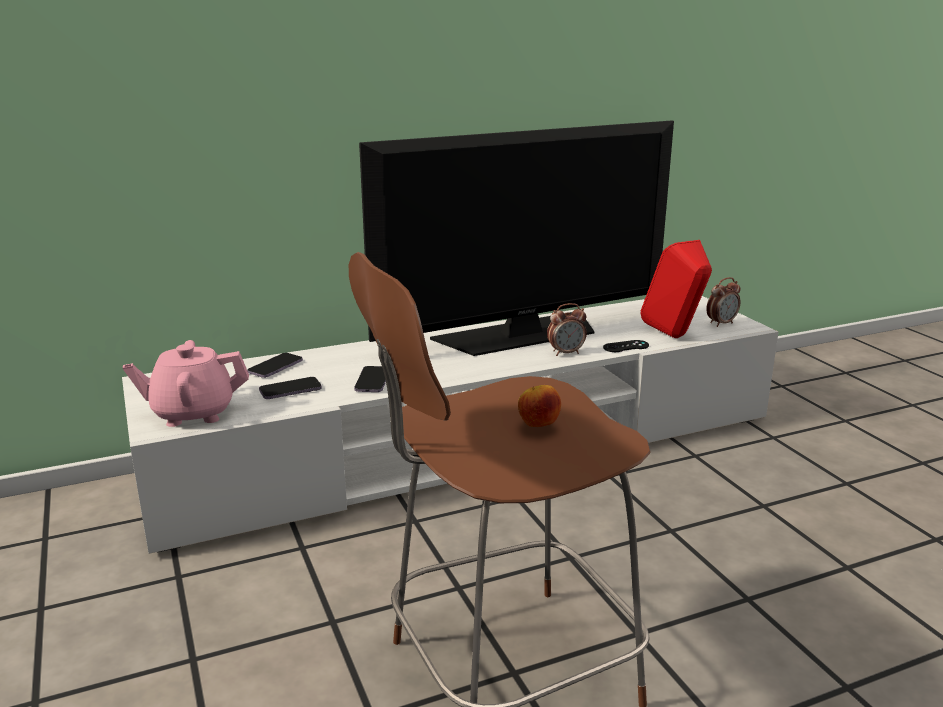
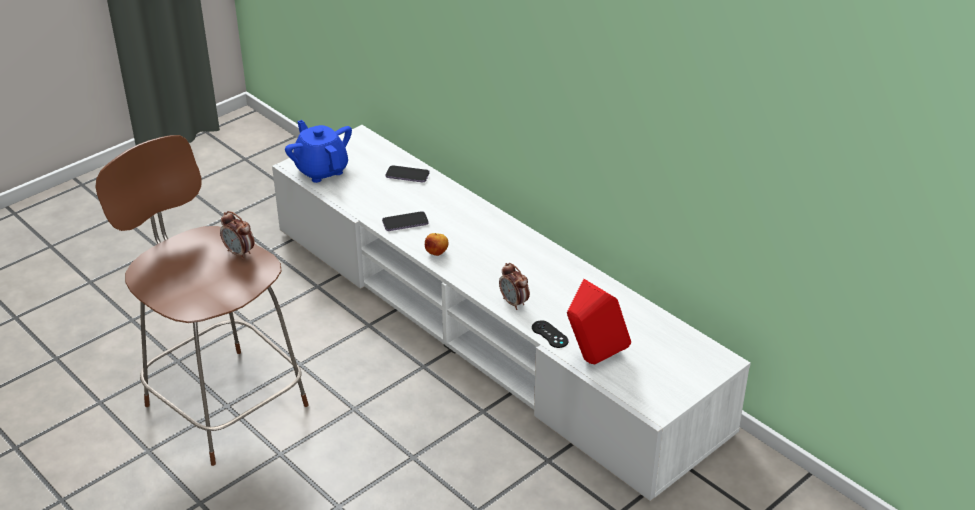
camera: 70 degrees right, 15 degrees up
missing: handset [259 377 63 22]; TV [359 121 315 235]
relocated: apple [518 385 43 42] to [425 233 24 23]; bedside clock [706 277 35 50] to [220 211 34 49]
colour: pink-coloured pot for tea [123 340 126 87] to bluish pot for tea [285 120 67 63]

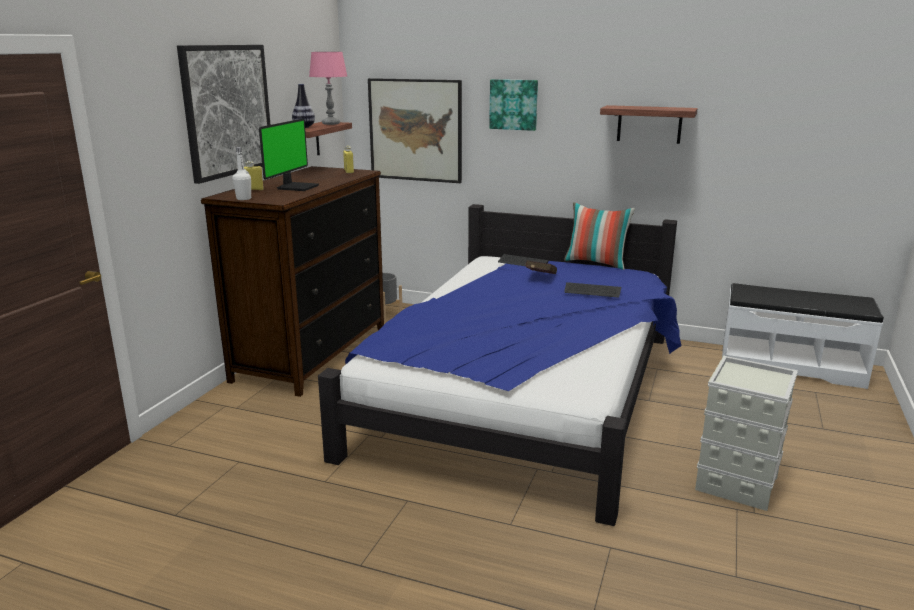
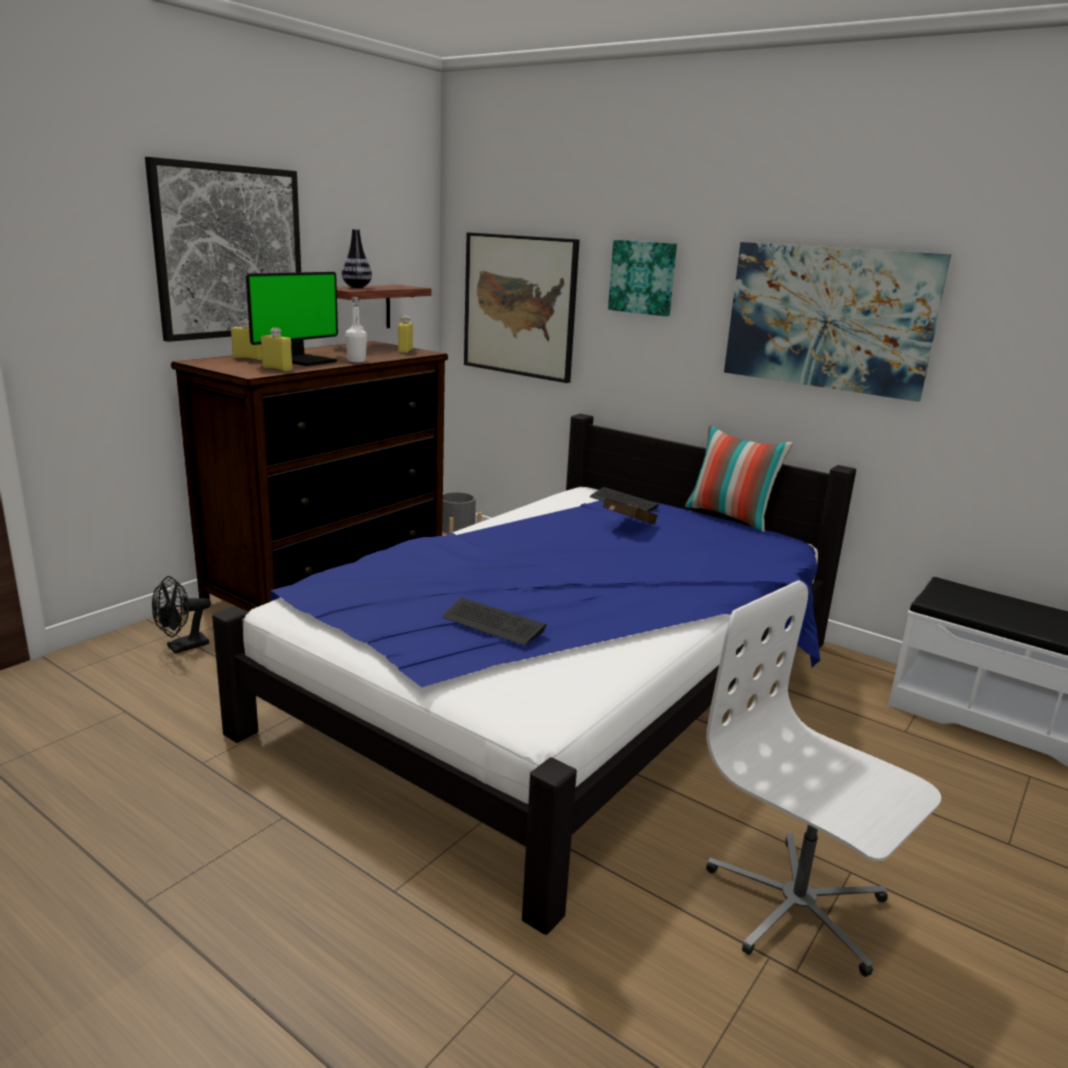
camera: 15 degrees right, 0 degrees up
missing: pink-coloured lamp for a table [309 52 38 73]
appeared: blackish cooling fan [152 576 59 78]; yellow-coloured drink bottle [261 328 32 43]
relocated: white drink bottle [233 147 18 53] to [345 297 22 65]; keyboard [565 282 56 15] to [442 598 105 47]
exchanged: bracket shelf [600 105 98 39] to wall art [724 242 227 160]; greyish storage container [695 356 103 155] to white desk chair [706 580 235 397]

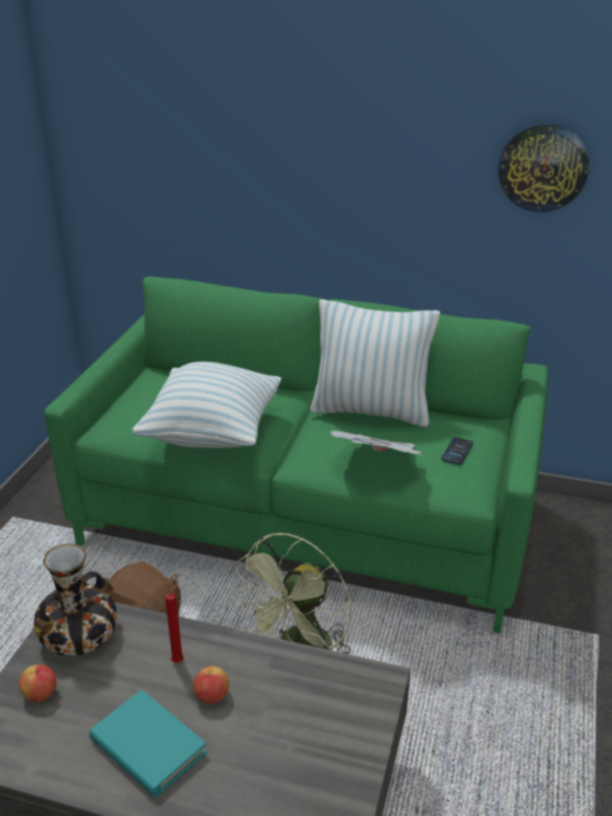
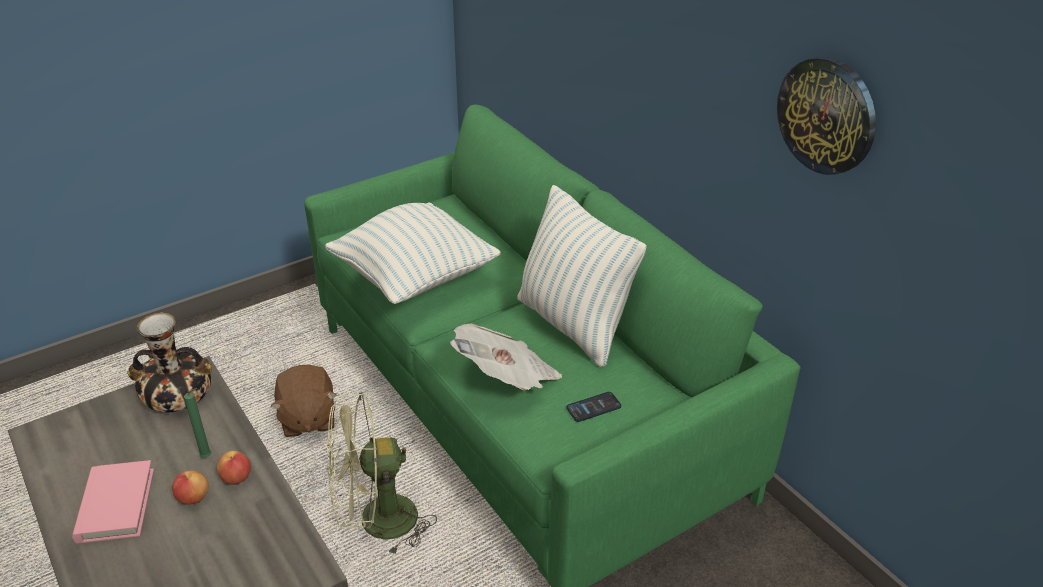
camera: 40 degrees right, 5 degrees up
relocated: apple [19 664 38 38] to [217 451 34 34]
colour: blue-green book [89 690 118 108] to pink-coloured book [72 460 82 83]; reddish wax candle [165 583 19 80] to green-coloured wax candle [184 388 27 70]

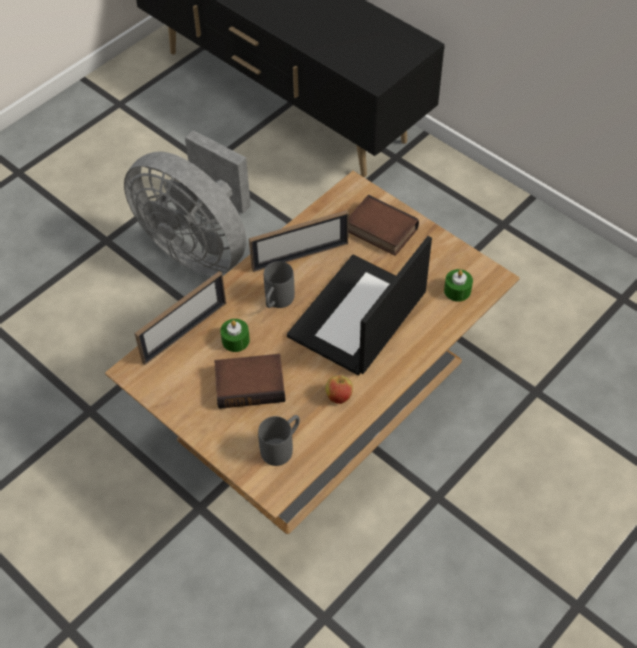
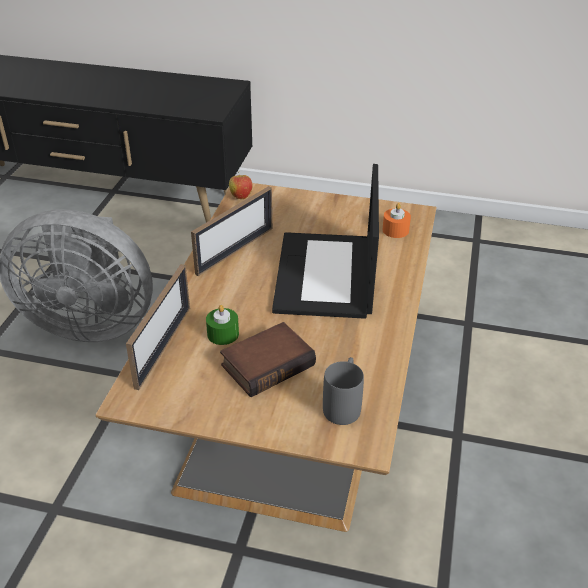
camera: 30 degrees left, 15 degrees down
missing: greyish mug [264 261 31 47]; book [348 195 71 61]
relocated: apple [326 372 27 32] to [229 171 24 28]
colour: green-coloured wax candle [444 269 29 33] to orange wax candle [382 203 29 35]

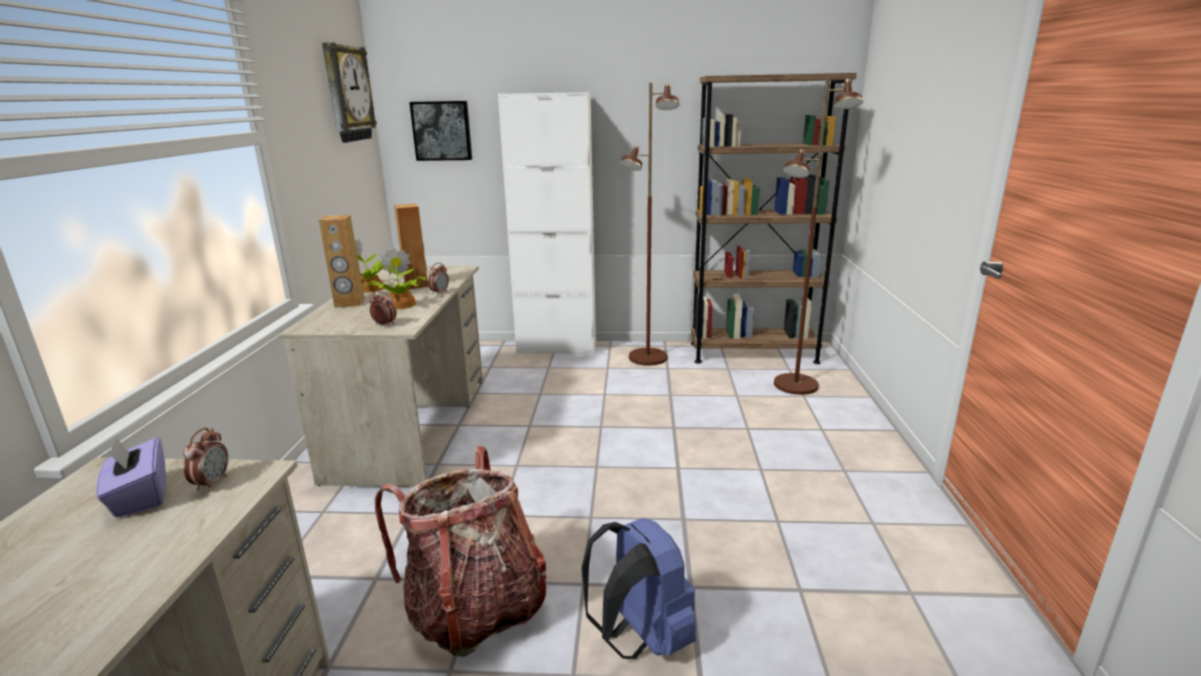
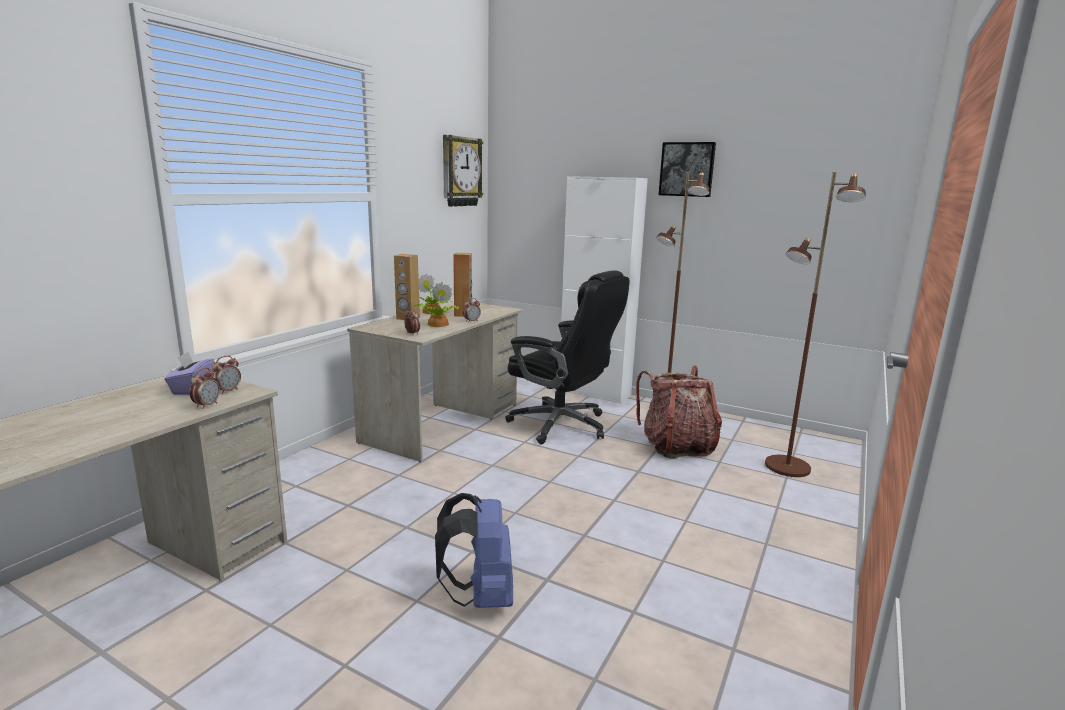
camera: 25 degrees right, 5 degrees down
missing: brown-coloured shelving unit [691 73 166 291]
appeared: bedside clock [190 368 30 41]; blackish desk chair [506 270 124 174]
relocated: knapsack [375 446 172 211] to [636 365 86 94]; wall art [409 101 63 60] to [659 142 57 55]

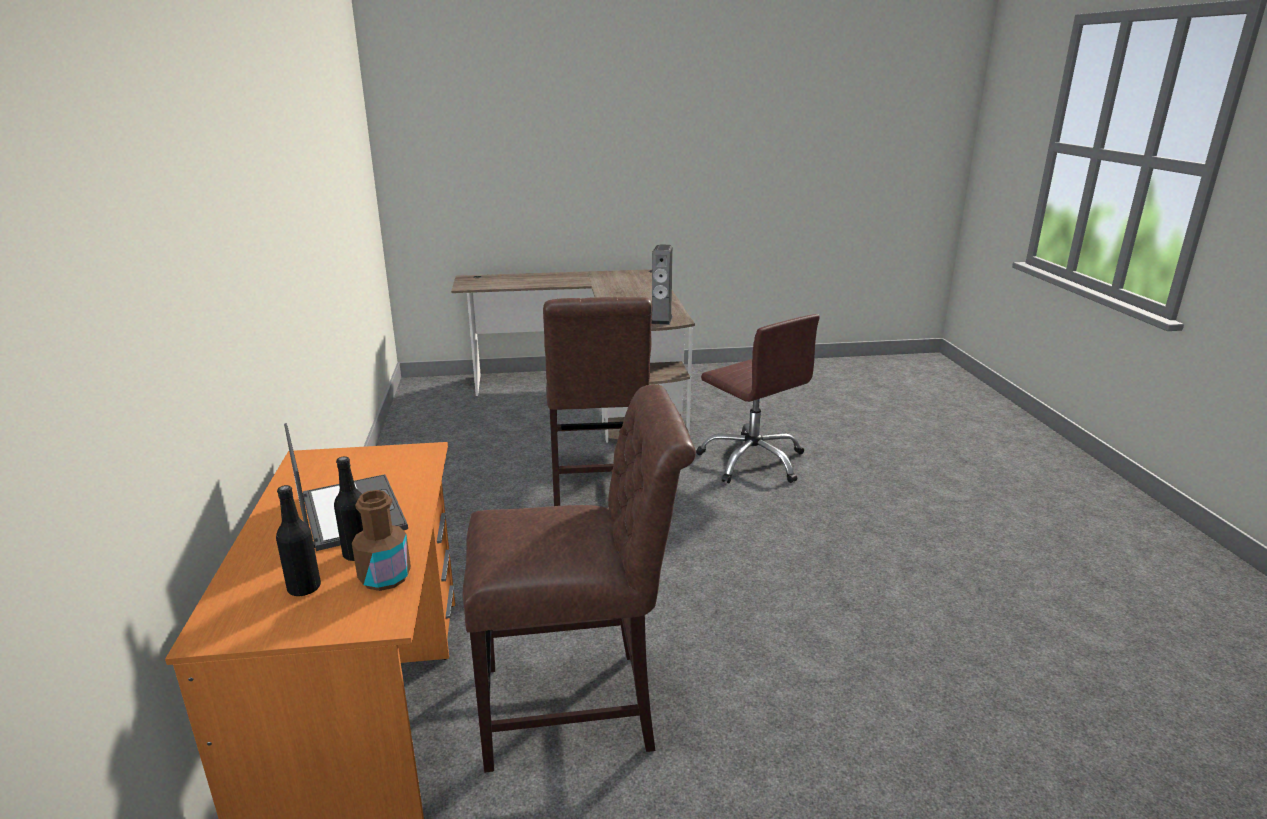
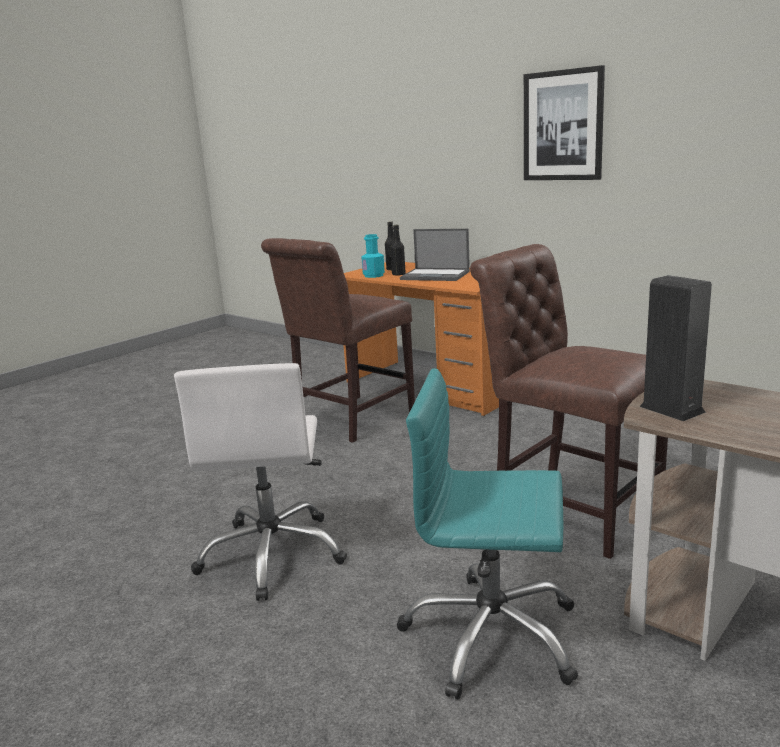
camera: 140 degrees right, 5 degrees down
appeared: white desk chair [174 363 173 238]; wall art [524 65 81 115]
colour: brown-coloured drink bottle [352 490 59 101] to blue-green drink bottle [361 234 24 44]; brown-coloured desk chair [696 314 124 169] to blue-green desk chair [397 368 181 332]

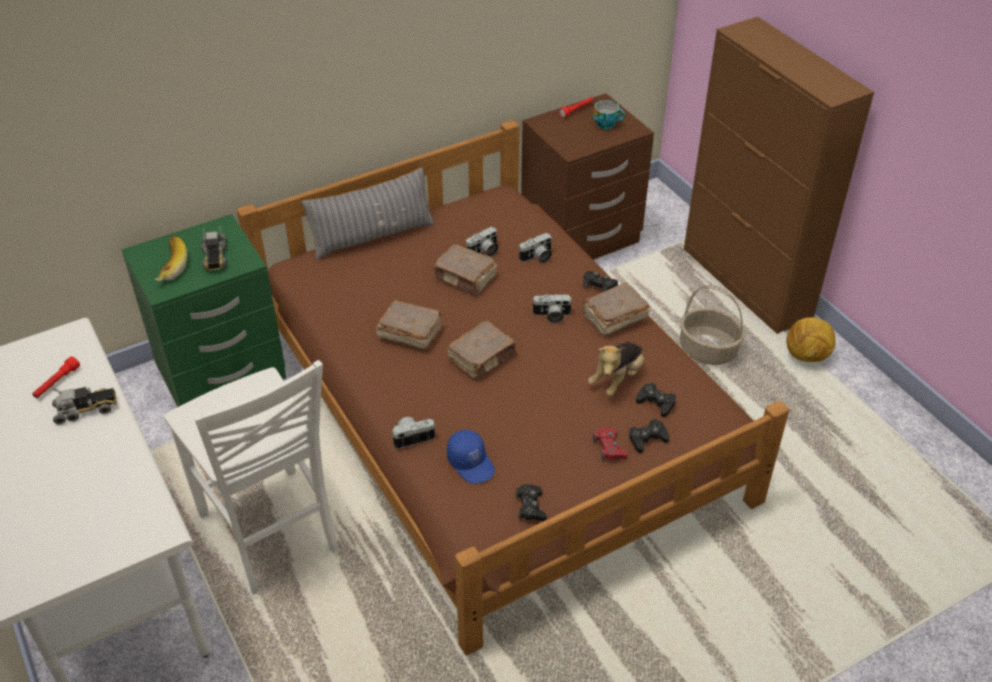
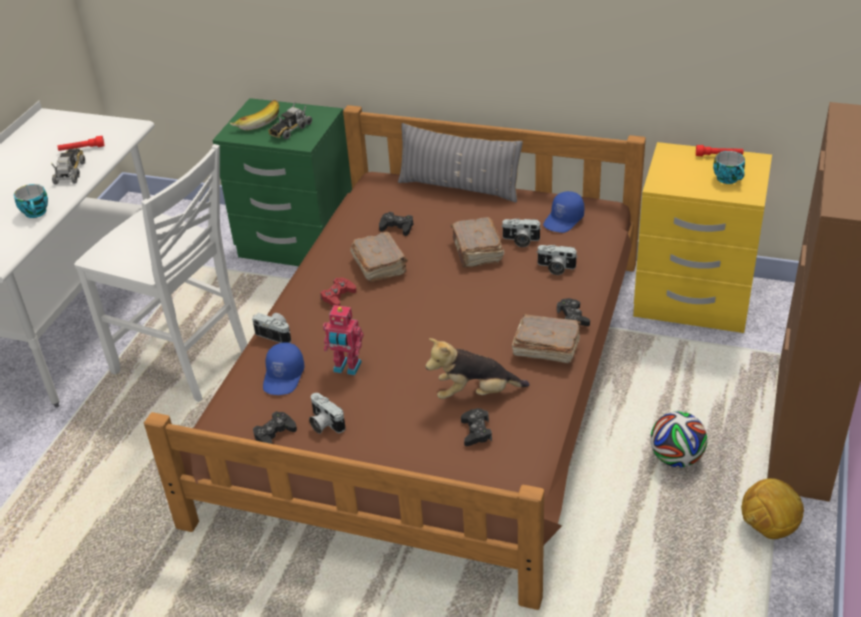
camera: 50 degrees right, 5 degrees down
missing: brown-coloured book [447 321 69 58]
appeared: cup [14 184 34 34]; robot figure [323 305 40 70]; bluish cap [543 191 41 42]
relocated: still camera [532 294 40 30] to [309 393 37 41]; reddish gamepad [593 427 35 34] to [320 278 37 28]; blackish gamepad [629 419 40 34] to [379 212 34 24]
exchanged: storage basket [680 285 64 80] to football ball [650 411 57 57]
colour: brown-coloured night table [521 93 133 167] to yellow-coloured night table [633 142 139 191]
spun: toy lorry [52 387 65 38] = [51 148 34 36] 120 degrees counterclockwise; white upright chair [164 360 175 234] = [74 144 174 258] 75 degrees counterclockwise

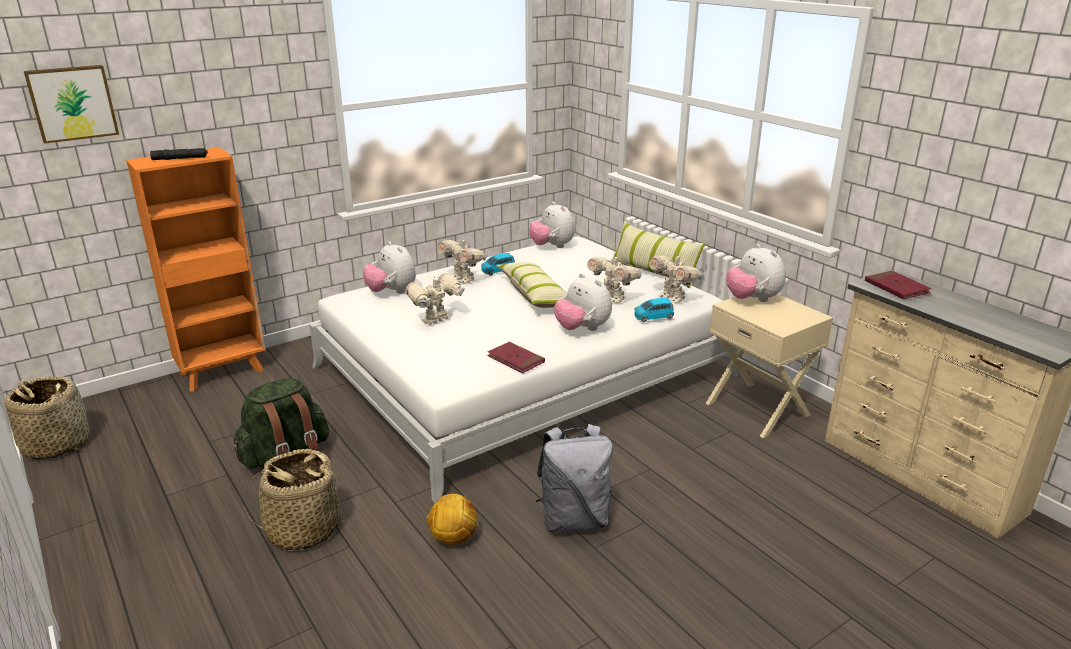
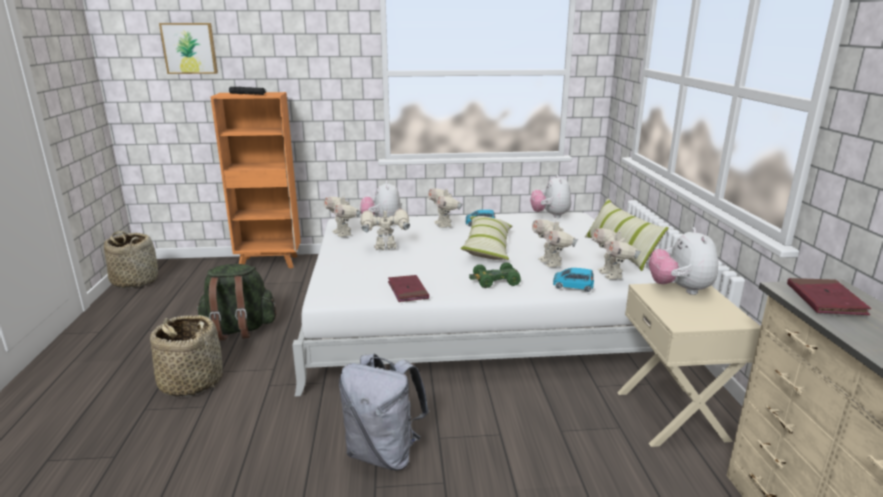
camera: 30 degrees right, 5 degrees down
missing: football ball [426 494 51 51]
appeared: robot figure [324 194 37 43]
exchanged: soft toy [554 273 58 58] to green-coloured toy car [469 262 52 26]

